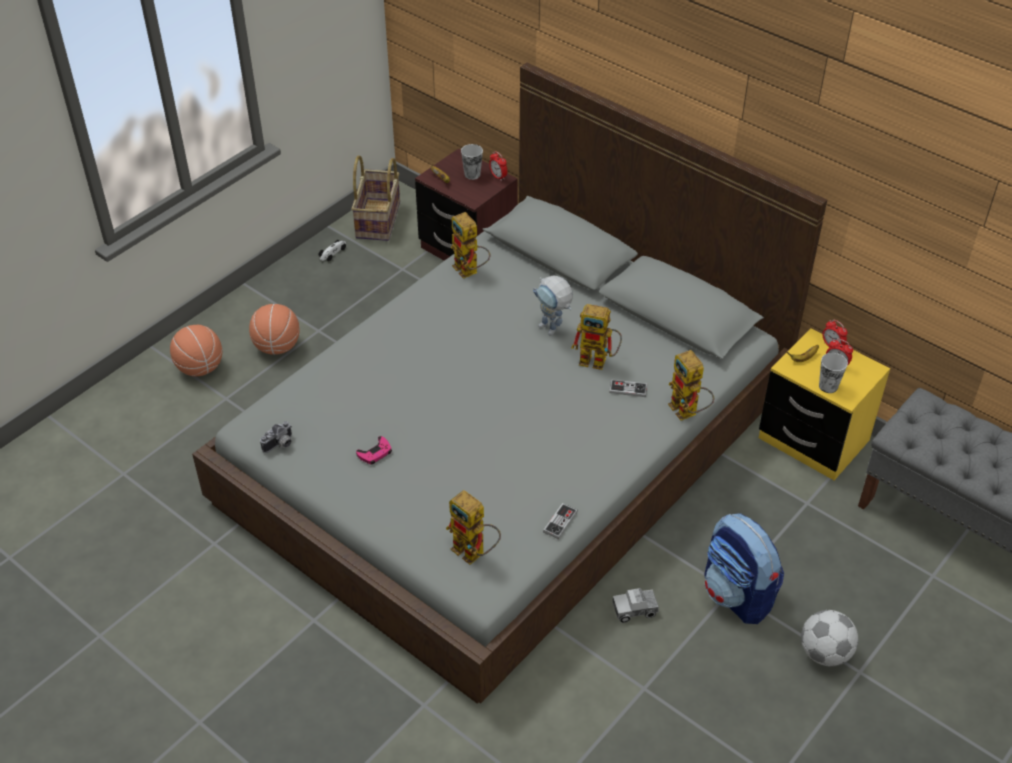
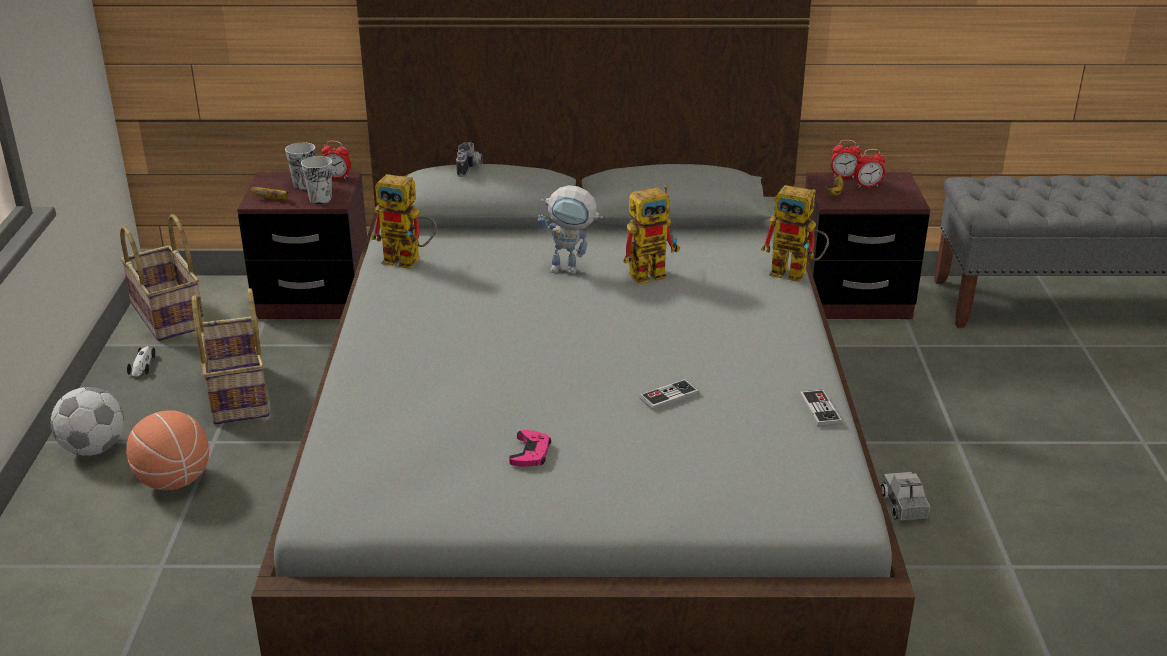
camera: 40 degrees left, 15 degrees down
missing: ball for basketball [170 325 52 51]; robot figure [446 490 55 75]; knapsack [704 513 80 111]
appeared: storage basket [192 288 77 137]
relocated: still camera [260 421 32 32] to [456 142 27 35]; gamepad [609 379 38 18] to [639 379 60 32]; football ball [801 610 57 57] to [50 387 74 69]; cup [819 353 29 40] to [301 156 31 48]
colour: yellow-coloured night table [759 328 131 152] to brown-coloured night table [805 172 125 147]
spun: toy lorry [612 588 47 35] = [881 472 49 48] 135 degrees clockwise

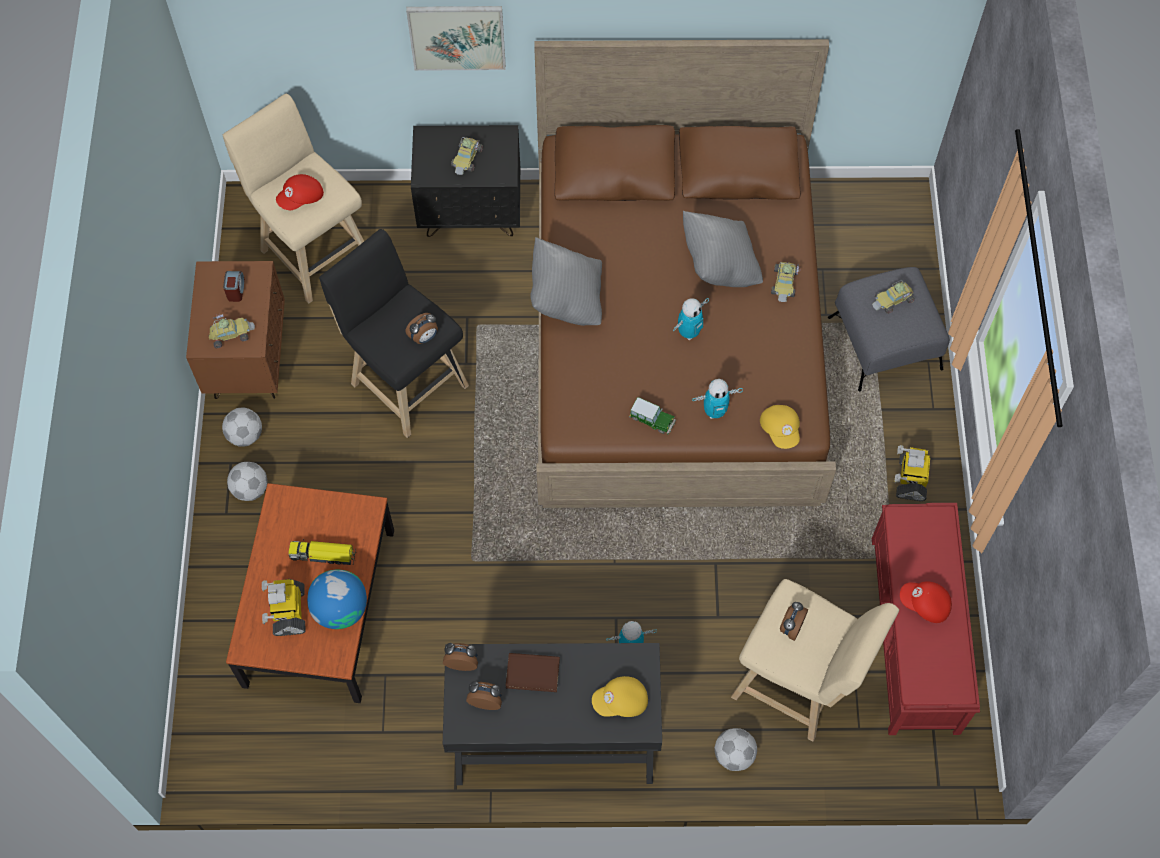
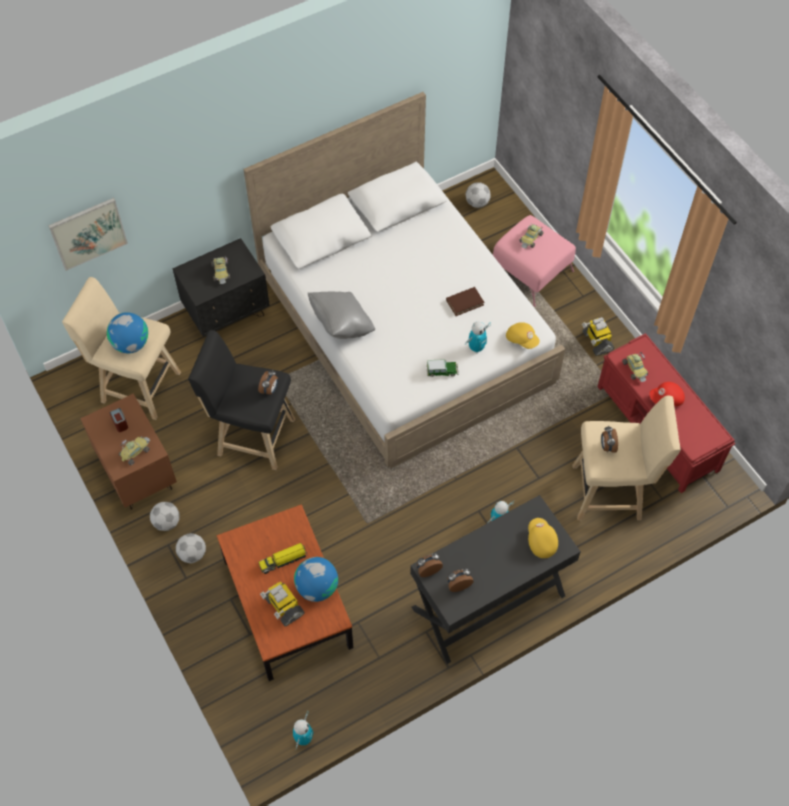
camera: 30 degrees left, 5 degrees down
missing: greyish pillow [683 211 80 76]
relocated: wall art [406 6 100 65] to [48 198 80 73]; brown-coloured book [506 653 54 39] to [446 287 38 29]; robot figure [673 298 36 42] to [293 711 21 37]; football ball [715 728 42 43] to [466 182 25 26]; toy car [771 262 30 40] to [622 352 26 30]
exchanged: reddish cap [276 174 48 36] to globe [107 312 41 41]
colour: brown-coloured sleeping bed [534 39 302 469] to white sleeping bed [243 92 322 377]; greyish pouffe [828 267 122 125] to pink-coloured pouffe [493 215 83 92]
spun: yellow-coloured cap [592 676 56 41] = [528 518 30 40] 120 degrees clockwise

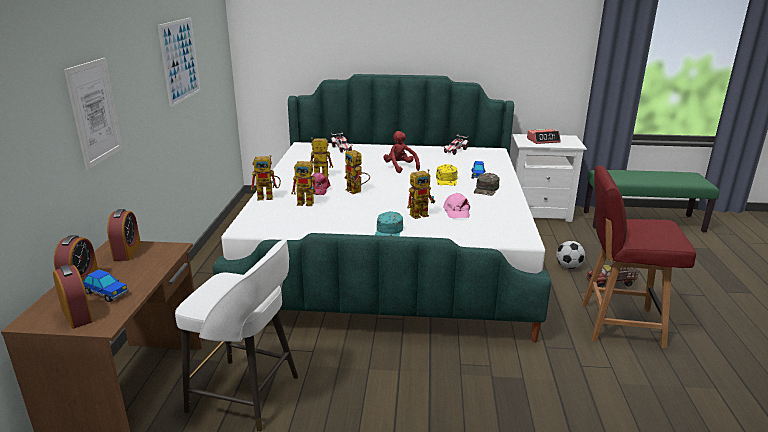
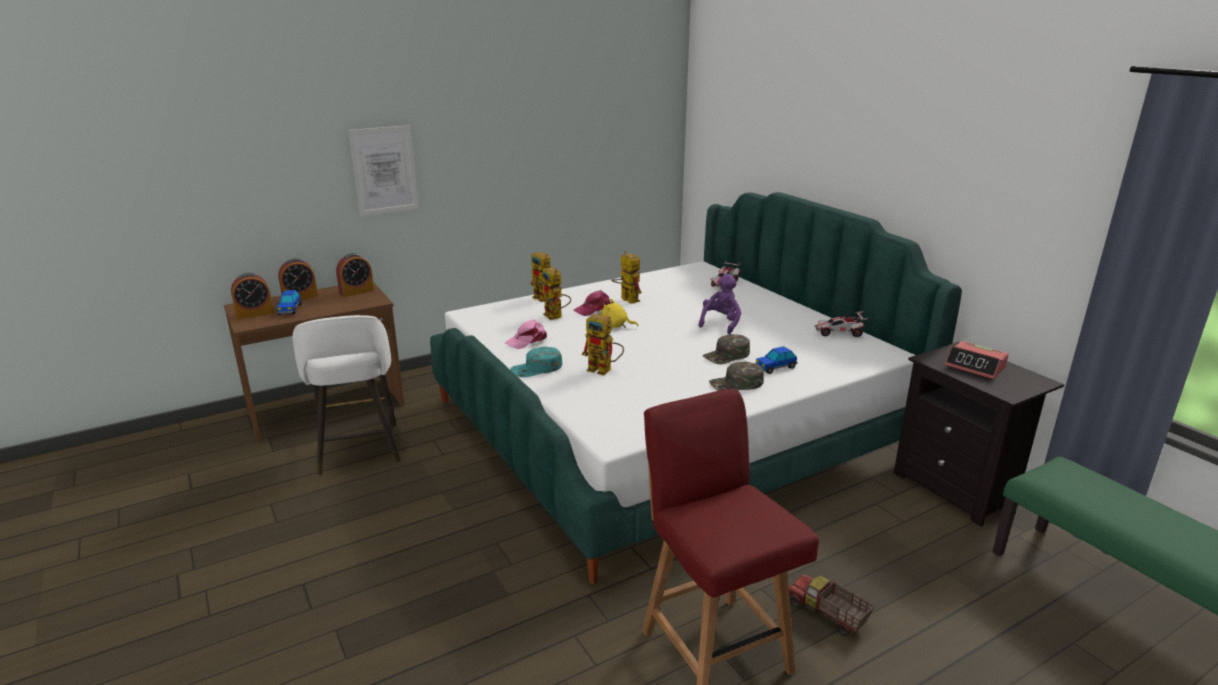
camera: 55 degrees right, 0 degrees up
missing: wall art [158 18 42 89]; football ball [556 241 29 28]
relocated: pink-coloured cap [443 193 27 25] to [505 320 42 29]
exchanged: robot figure [345 150 25 44] to yellow-coloured soft toy [601 299 37 29]
colour: reddish soft toy [383 131 37 42] to purple-coloured soft toy [698 274 43 60]; yellow-coloured cap [436 164 21 22] to green-coloured cap [703 334 47 30]; white night table [512 134 75 88] to blackish night table [894 342 170 185]
spun: bedside clock [53 265 40 64] = [231 273 43 46] 45 degrees clockwise

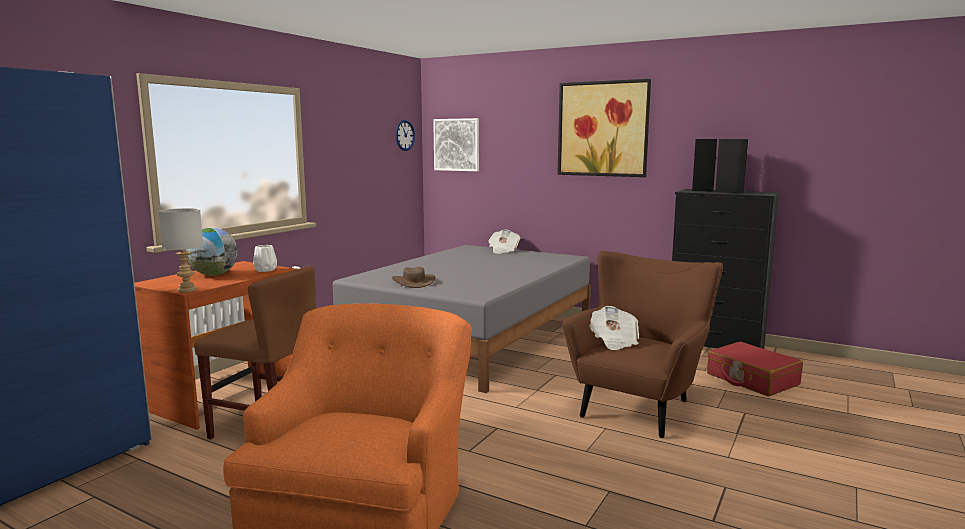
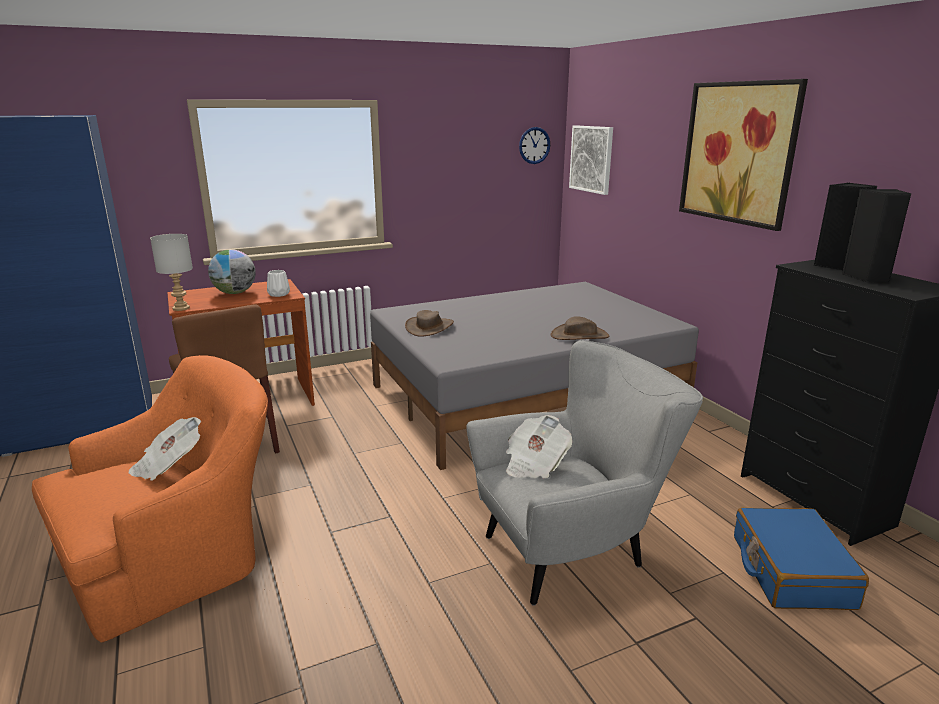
camera: 35 degrees right, 10 degrees up
appeared: brown-coloured wearable hat [551 316 58 24]
relocated: newspaper [488 229 33 25] to [129 417 72 64]
colour: brown-coloured easy chair [561 251 162 187] to greyish easy chair [466 340 237 266]; reddish suitcase [707 342 96 54] to bluish suitcase [734 508 135 102]

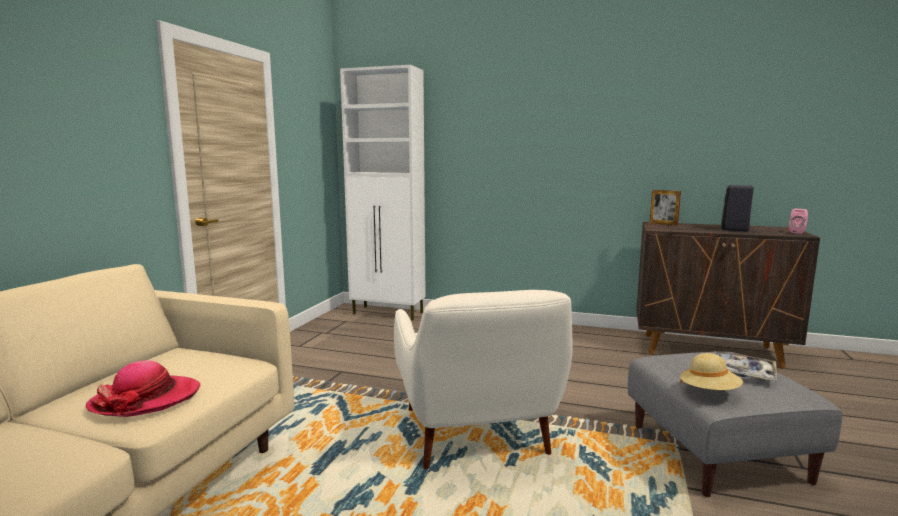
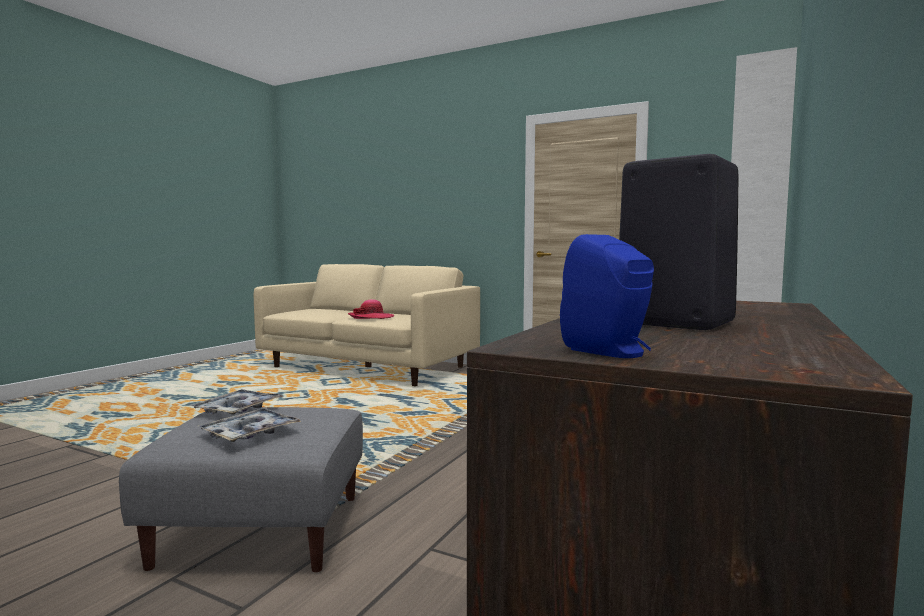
camera: 100 degrees right, 5 degrees down
missing: white easy chair [394 290 179 179]; photo frame [650 190 31 35]
exchanged: beige-coloured wearable hat [680 353 63 37] to serving tray [190 389 94 26]
colour: pink-coloured loudspeaker [789 209 19 25] to bluish loudspeaker [560 234 94 124]

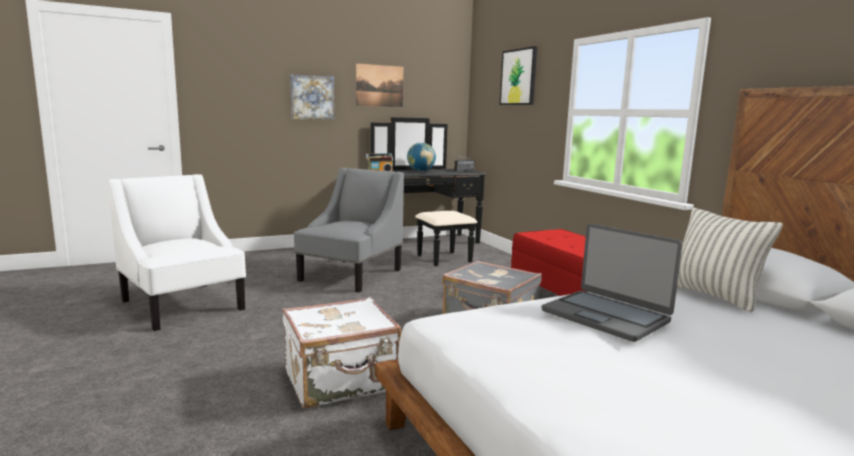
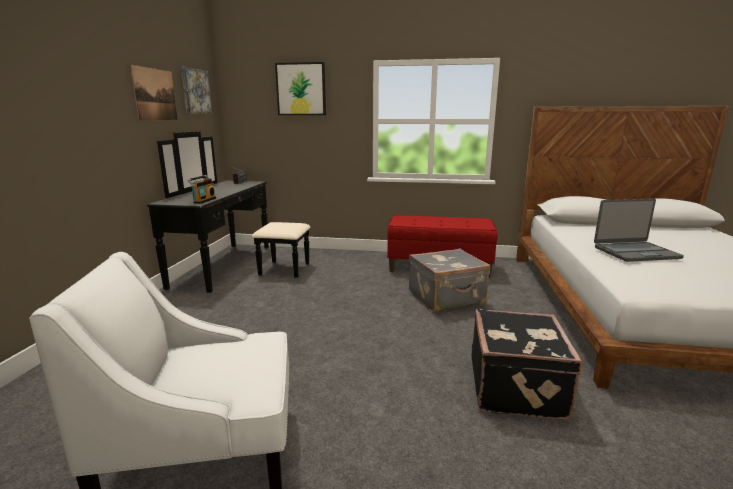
camera: 55 degrees left, 5 degrees up
missing: greyish easy chair [294 168 110 124]; globe [407 143 29 29]; pillow [677 208 106 104]
relocated: wall art [290 74 44 46] to [181 66 31 48]
colour: white suitcase [282 297 119 112] to blackish suitcase [471 309 112 111]

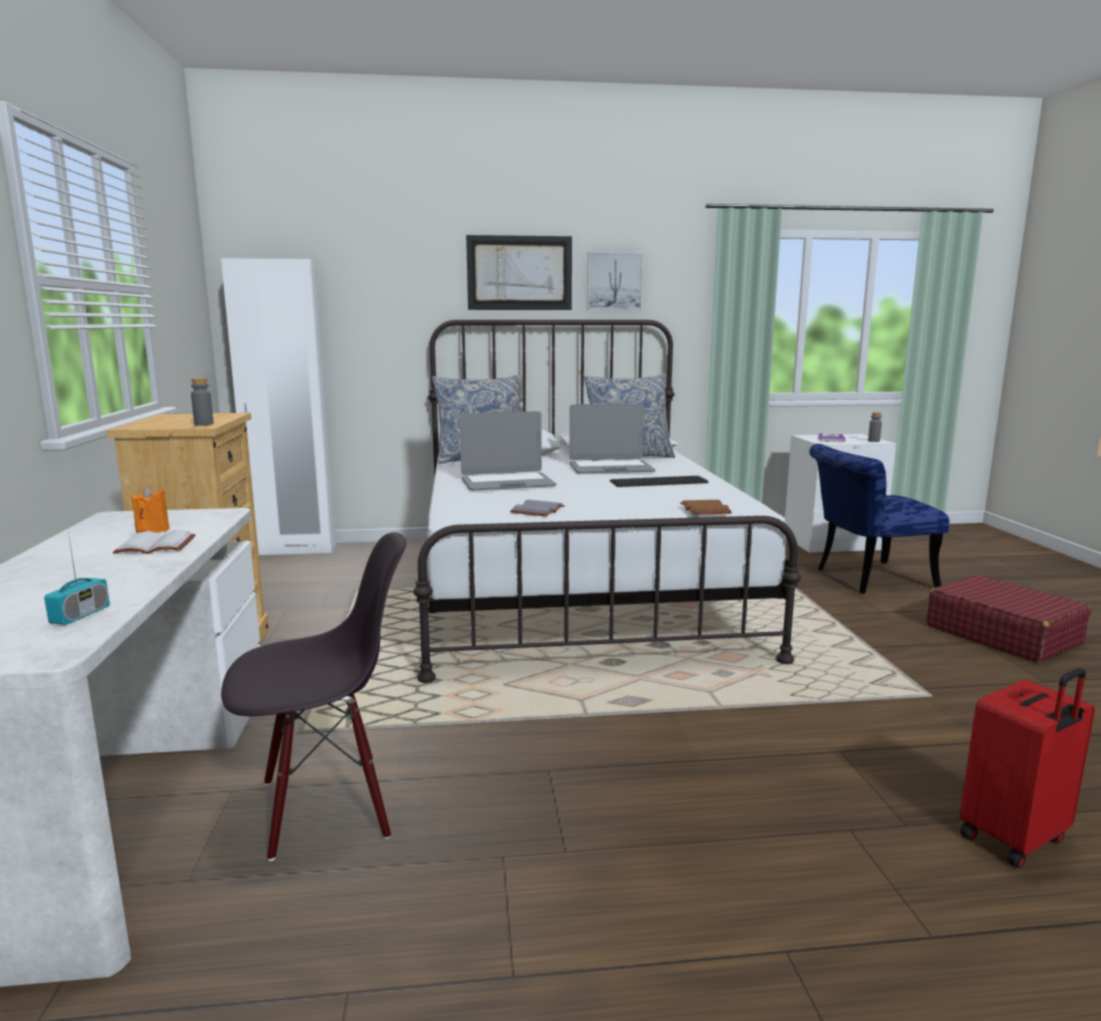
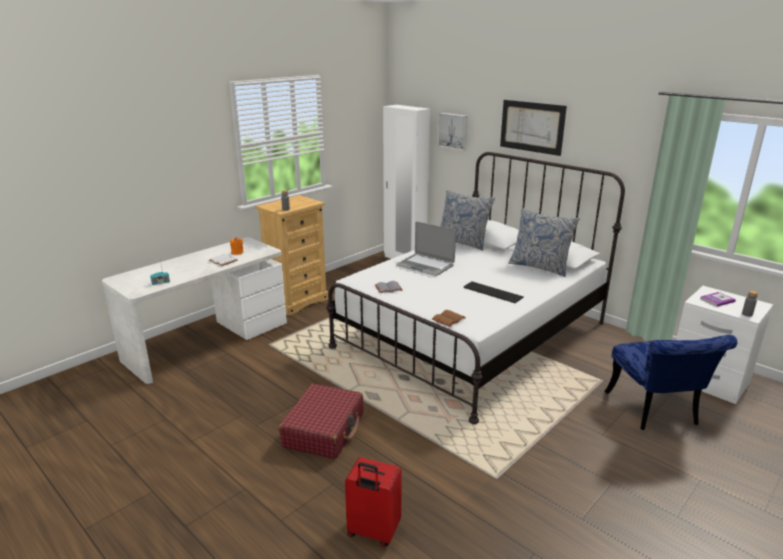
camera: 50 degrees right, 10 degrees up
missing: blackish upright chair [221 532 185 329]; notebook computer [569 404 87 70]
relocated: wall art [587 252 57 58] to [438 113 30 38]; reddish suitcase [926 575 165 88] to [279 384 84 75]
spun: bluish upright chair [809 444 140 150] = [604 335 133 95] 135 degrees counterclockwise

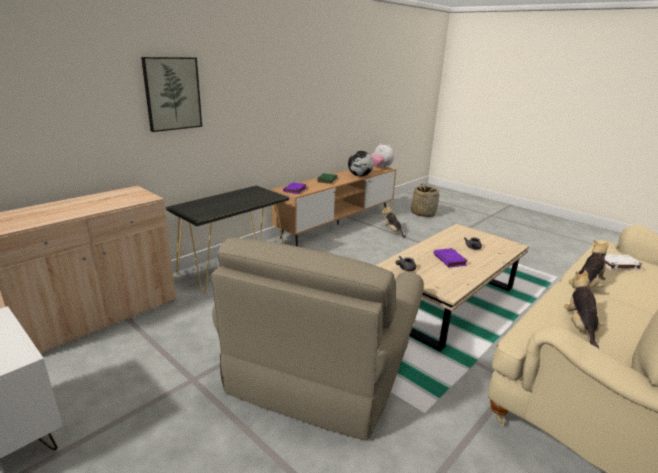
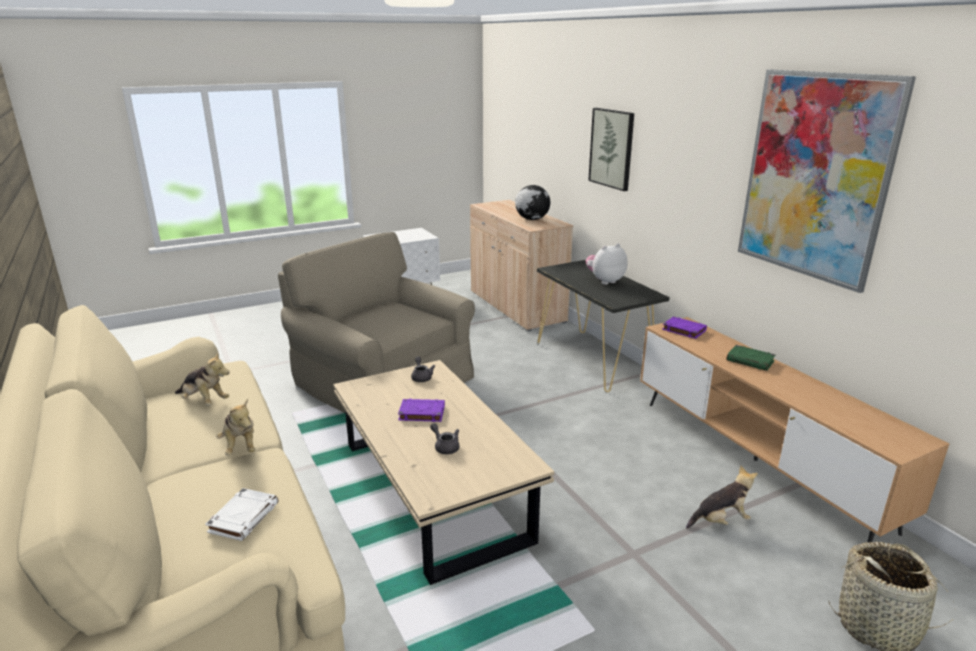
camera: 110 degrees right, 0 degrees up
appeared: wall art [738 70 178 223]
relocated: globe [348 151 26 25] to [515 185 35 35]; soft toy [371 143 23 25] to [586 243 41 42]

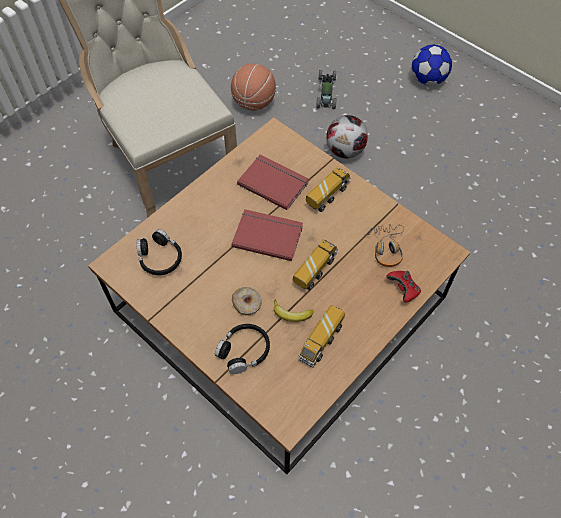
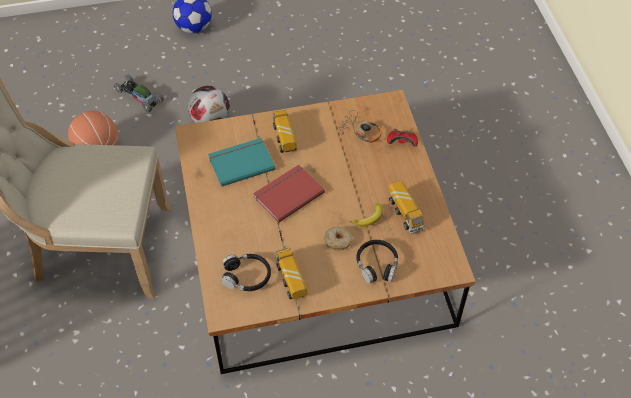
camera: 55 degrees left, 5 degrees down
relocated: toy lorry [293 240 45 50] to [275 248 32 51]
colour: reddish book [237 154 72 56] to blue-green book [208 138 68 49]

